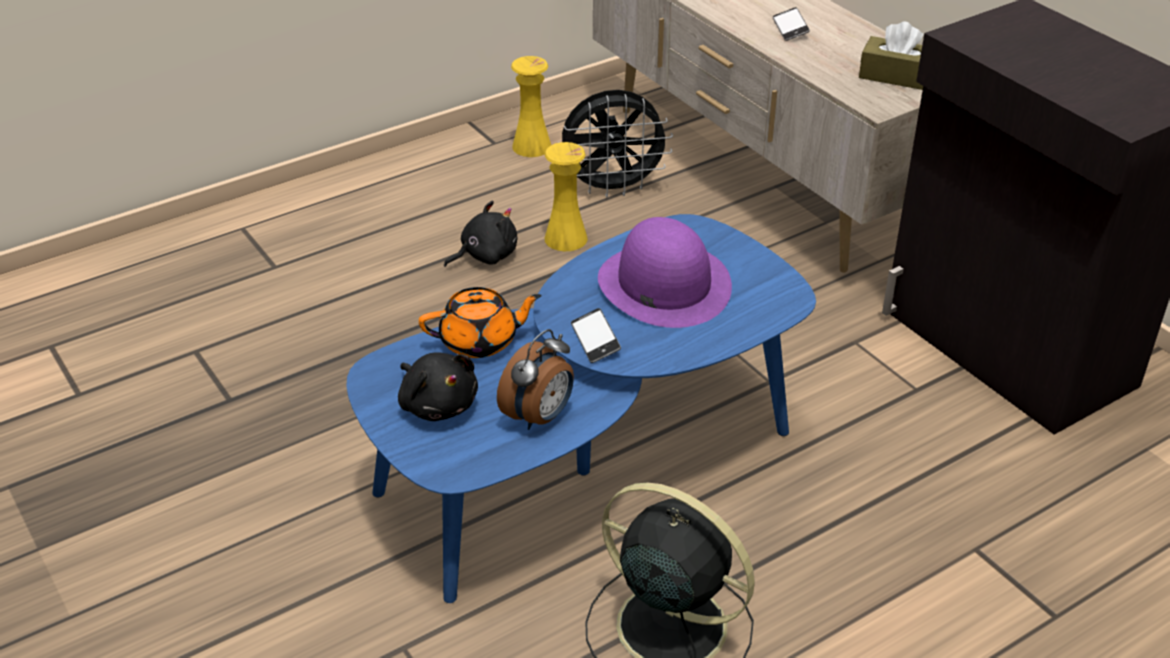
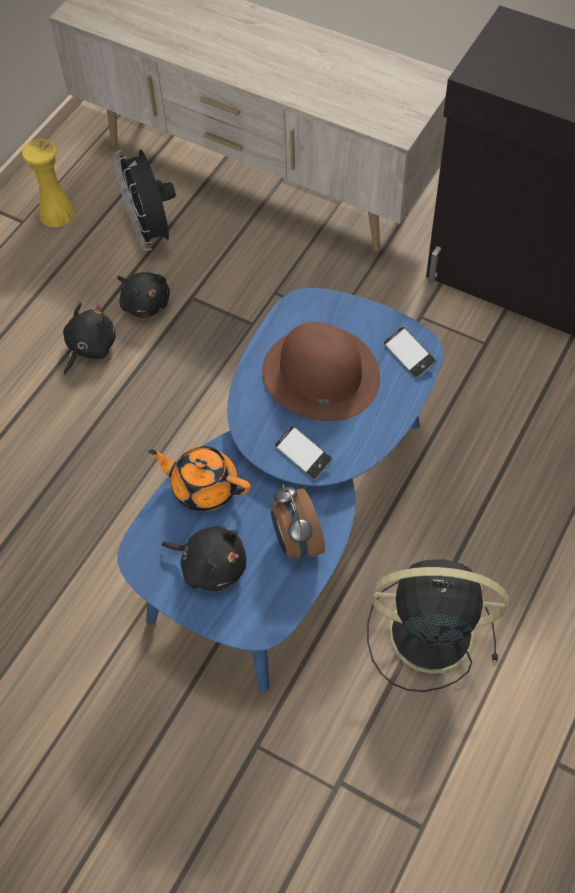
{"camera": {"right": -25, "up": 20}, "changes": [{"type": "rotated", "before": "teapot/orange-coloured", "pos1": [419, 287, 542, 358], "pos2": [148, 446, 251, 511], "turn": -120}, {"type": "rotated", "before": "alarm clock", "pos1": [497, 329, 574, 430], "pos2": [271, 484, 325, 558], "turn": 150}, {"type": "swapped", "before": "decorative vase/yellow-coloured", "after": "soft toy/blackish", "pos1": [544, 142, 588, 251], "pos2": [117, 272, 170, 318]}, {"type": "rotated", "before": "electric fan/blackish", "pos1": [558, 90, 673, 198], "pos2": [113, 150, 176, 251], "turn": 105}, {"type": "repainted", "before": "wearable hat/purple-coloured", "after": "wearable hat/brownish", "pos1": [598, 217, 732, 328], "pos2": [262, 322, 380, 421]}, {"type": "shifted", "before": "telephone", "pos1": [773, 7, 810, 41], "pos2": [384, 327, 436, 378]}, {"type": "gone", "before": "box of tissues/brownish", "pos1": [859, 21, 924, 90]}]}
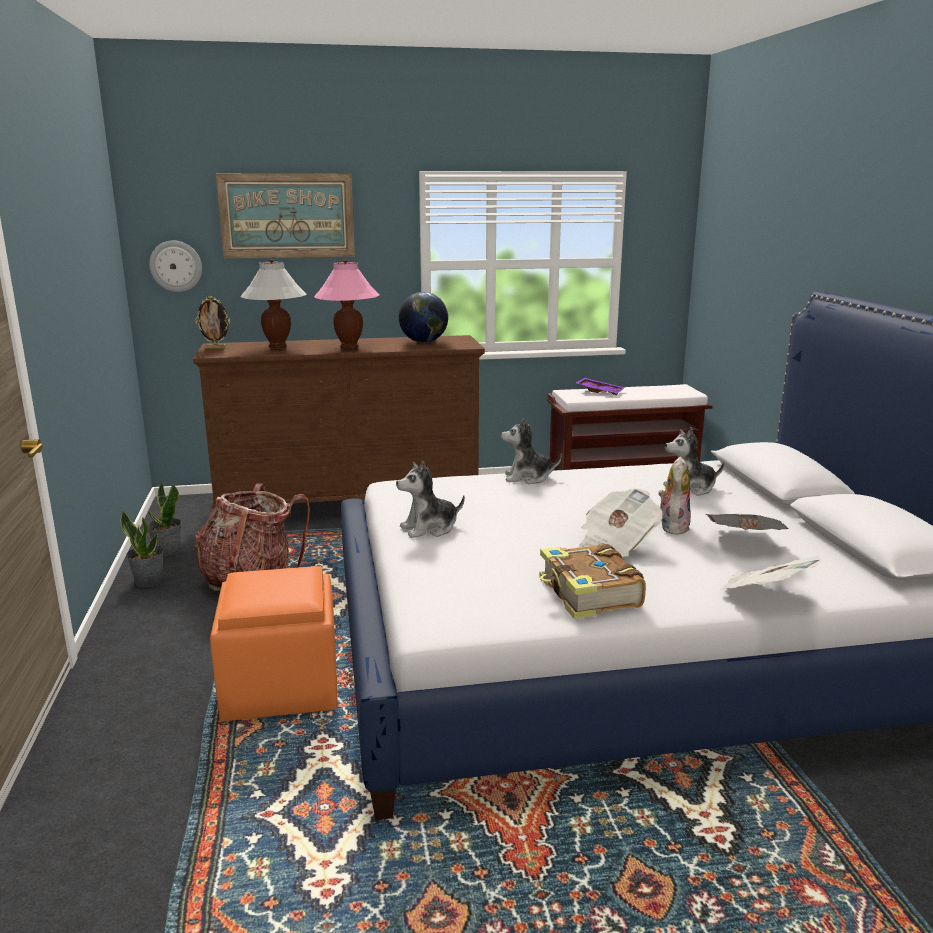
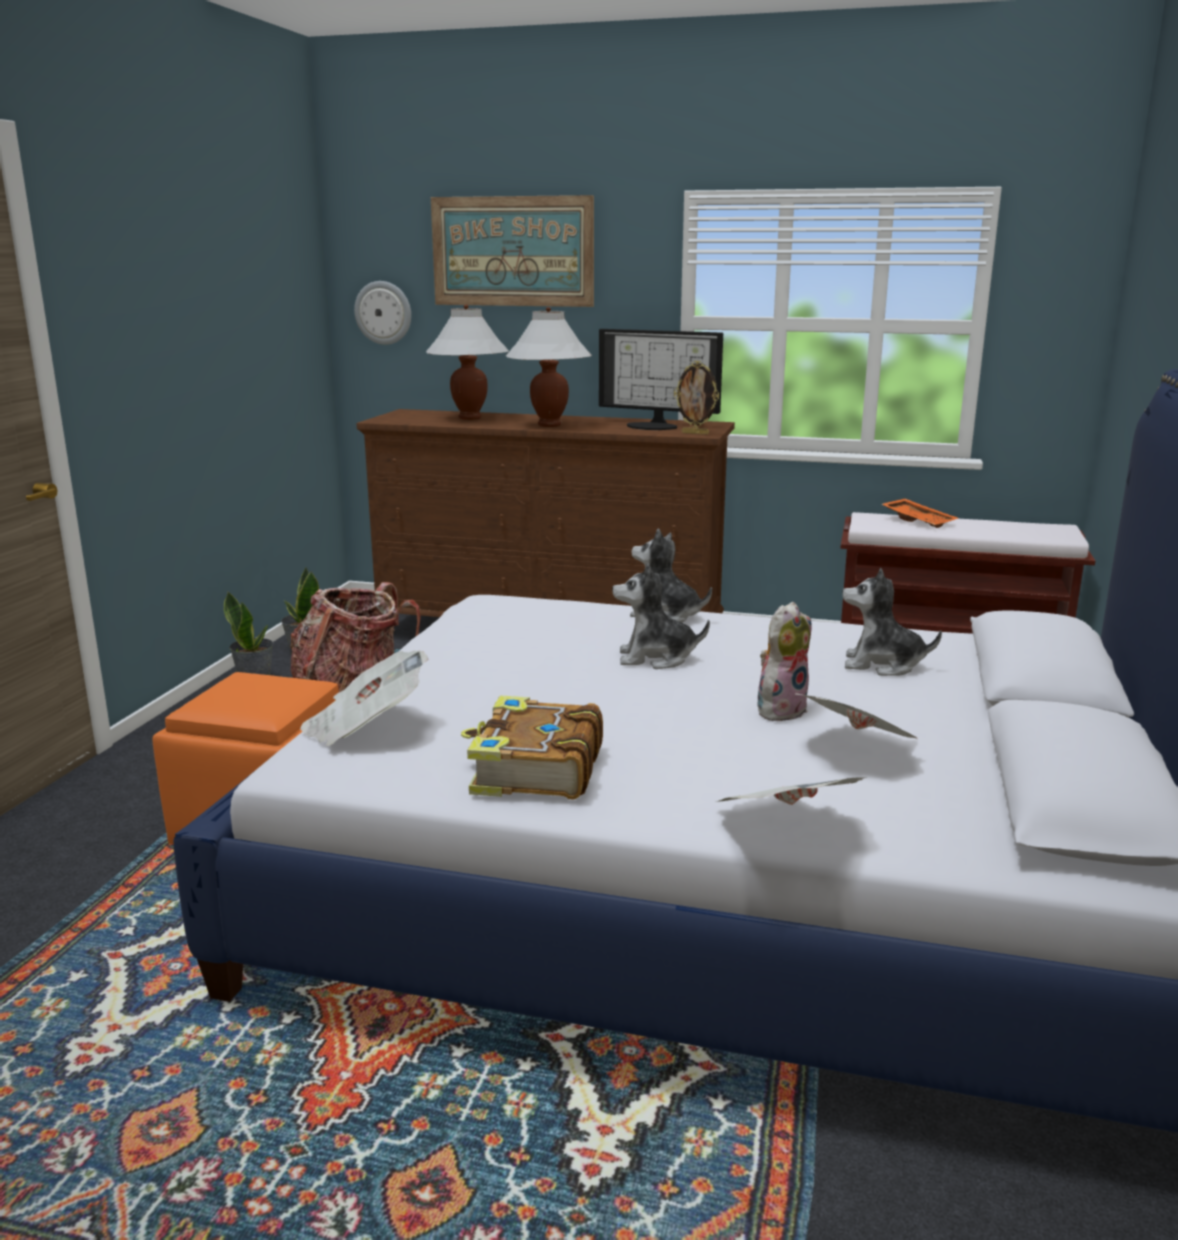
{"camera": {"right": 25, "up": 0}, "changes": [{"type": "shifted", "before": "photo frame", "pos1": [195, 296, 230, 349], "pos2": [674, 361, 719, 435]}, {"type": "repainted", "before": "table lamp/pink", "after": "table lamp/white-coloured", "pos1": [314, 260, 379, 350], "pos2": [506, 307, 592, 427]}, {"type": "shifted", "before": "soft toy", "pos1": [396, 461, 465, 538], "pos2": [612, 563, 710, 669]}, {"type": "swapped", "before": "desk globe", "after": "computer screen", "pos1": [399, 292, 448, 343], "pos2": [599, 329, 723, 430]}, {"type": "repainted", "before": "tray/purple-coloured", "after": "tray/orange-coloured", "pos1": [576, 378, 625, 395], "pos2": [882, 499, 958, 528]}, {"type": "shifted", "before": "daily paper", "pos1": [578, 489, 662, 557], "pos2": [300, 651, 428, 746]}]}
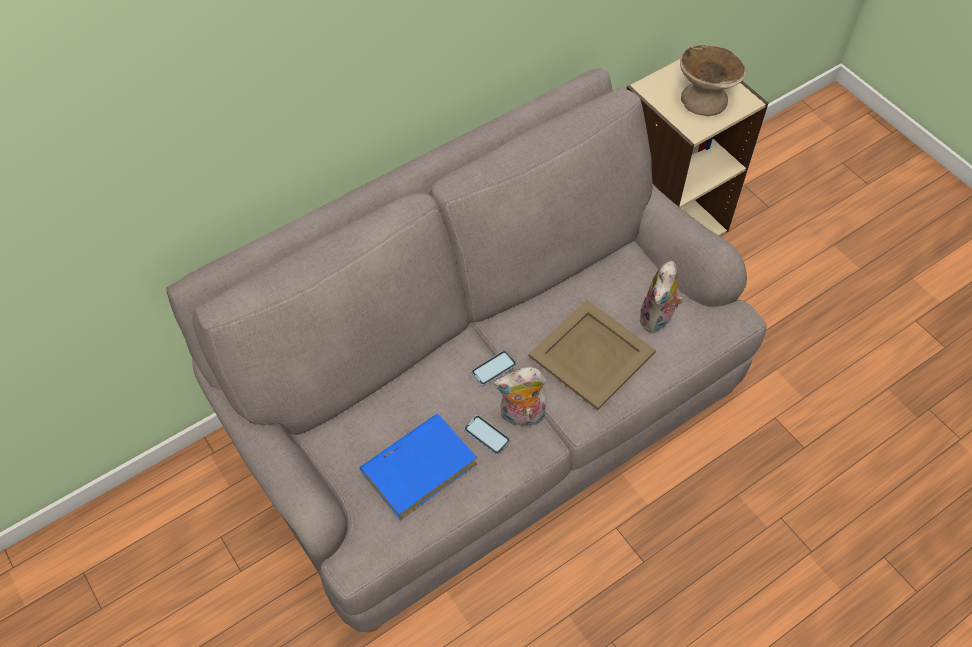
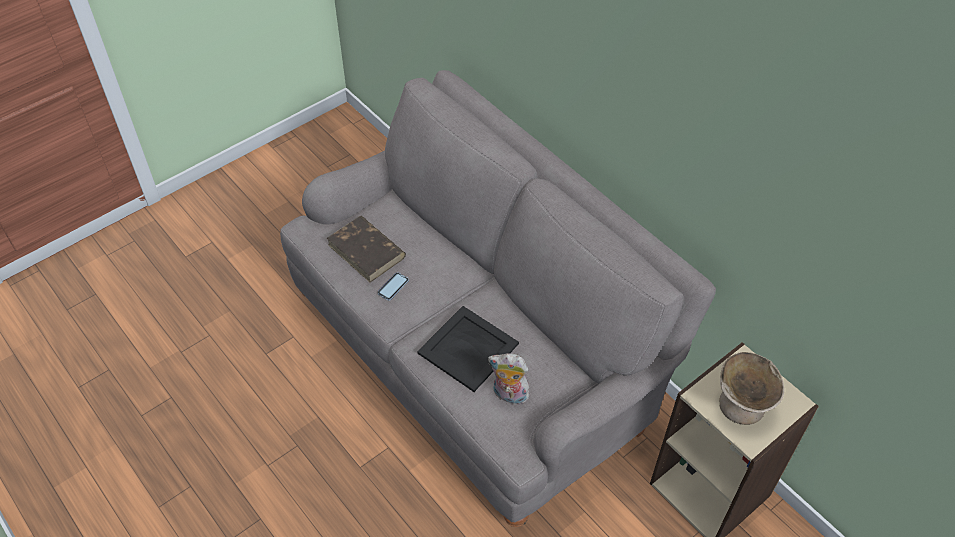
{"camera": {"right": 85, "up": -5}, "changes": [{"type": "repainted", "before": "bound book/blue-coloured", "after": "bound book/brownish", "pos1": [360, 414, 477, 521], "pos2": [327, 216, 406, 283]}, {"type": "gone", "before": "telephone", "pos1": [472, 351, 516, 386]}, {"type": "gone", "before": "soft toy", "pos1": [493, 367, 547, 430]}, {"type": "repainted", "before": "tray/sand-coloured", "after": "tray/blackish", "pos1": [529, 300, 656, 410], "pos2": [417, 306, 519, 392]}]}
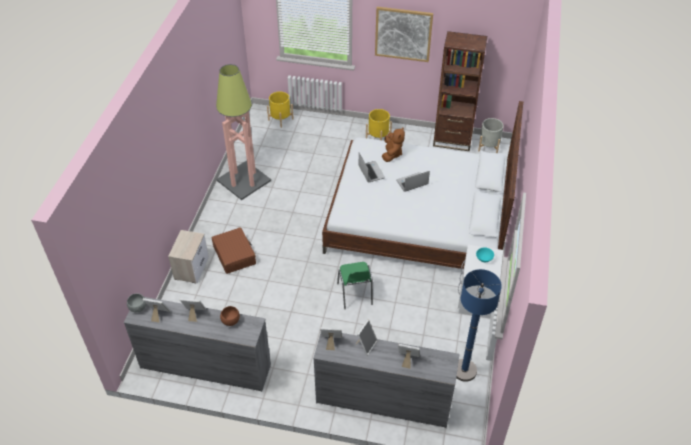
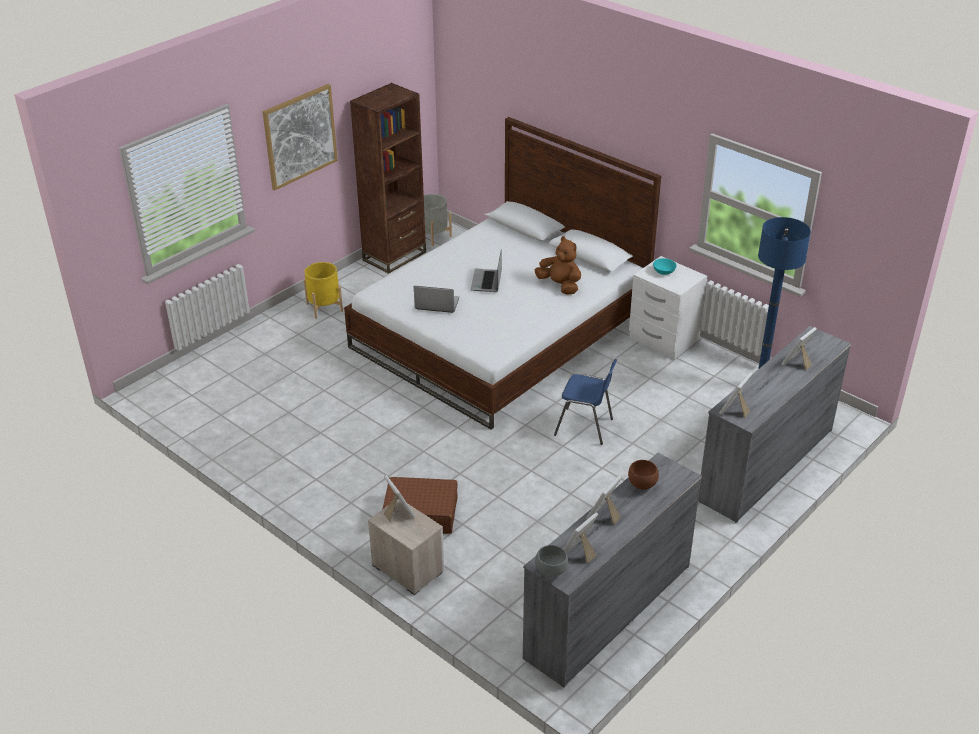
{"camera": {"right": -60, "up": -10}, "changes": [{"type": "gone", "before": "standing lamp", "pos1": [216, 64, 271, 200]}, {"type": "gone", "before": "flower pot/yellow-coloured", "pos1": [267, 91, 294, 128]}, {"type": "repainted", "before": "upright chair/green", "after": "upright chair/blue-coloured", "pos1": [337, 262, 373, 309], "pos2": [554, 359, 617, 445]}, {"type": "shifted", "before": "photo frame", "pos1": [355, 319, 377, 356], "pos2": [384, 475, 415, 522]}, {"type": "shifted", "before": "soft toy/brownish", "pos1": [382, 128, 405, 162], "pos2": [535, 236, 581, 295]}]}
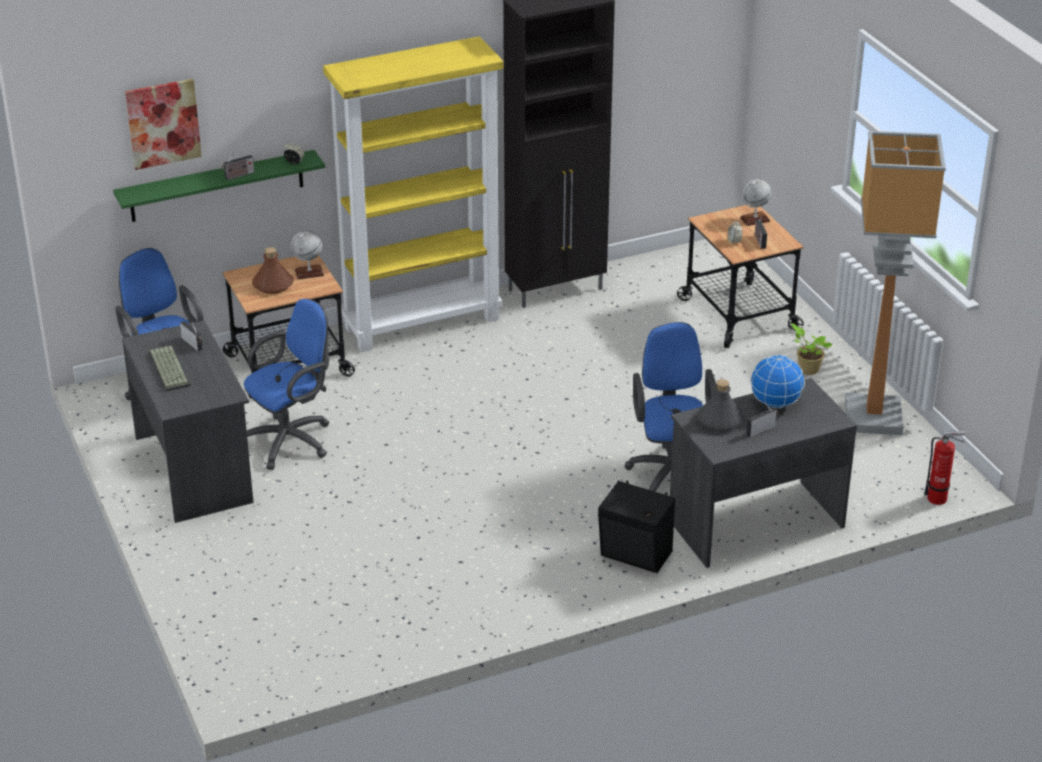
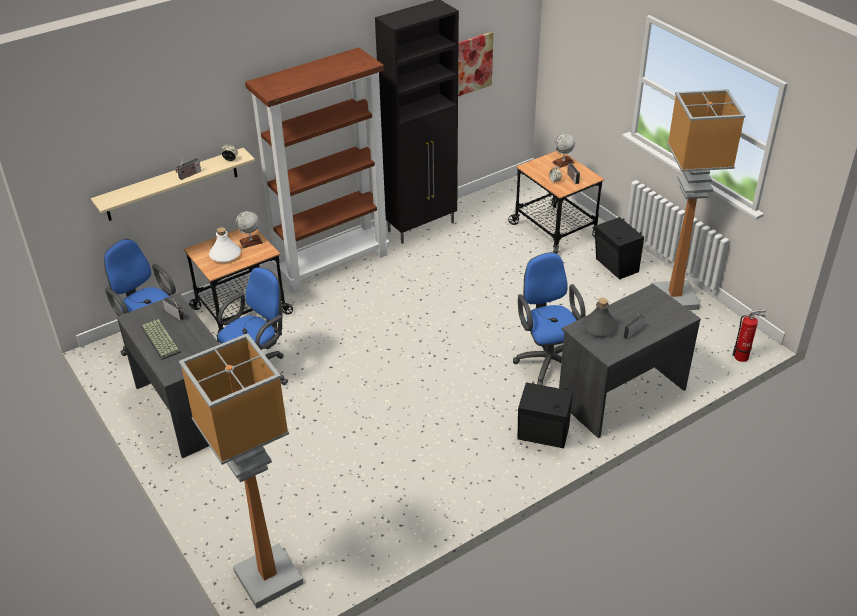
{"camera": {"right": -10, "up": 5}, "changes": [{"type": "repainted", "before": "shelf/green", "after": "shelf/sand-coloured", "pos1": [113, 150, 325, 222], "pos2": [91, 148, 255, 221]}, {"type": "shifted", "before": "wall art", "pos1": [125, 79, 202, 170], "pos2": [458, 32, 493, 96]}, {"type": "repainted", "before": "beverage bottle/brownish", "after": "beverage bottle/white-coloured", "pos1": [252, 247, 294, 294], "pos2": [209, 227, 241, 263]}, {"type": "repainted", "before": "bookcase/yellow-coloured", "after": "bookcase/brownish", "pos1": [323, 37, 504, 352], "pos2": [245, 47, 389, 293]}, {"type": "gone", "before": "desk globe", "pos1": [750, 355, 805, 408]}, {"type": "swapped", "before": "potted plant", "after": "speaker/blackish", "pos1": [791, 323, 833, 375], "pos2": [595, 217, 644, 279]}, {"type": "new", "after": "standing lamp", "pos2": [179, 333, 303, 609]}]}
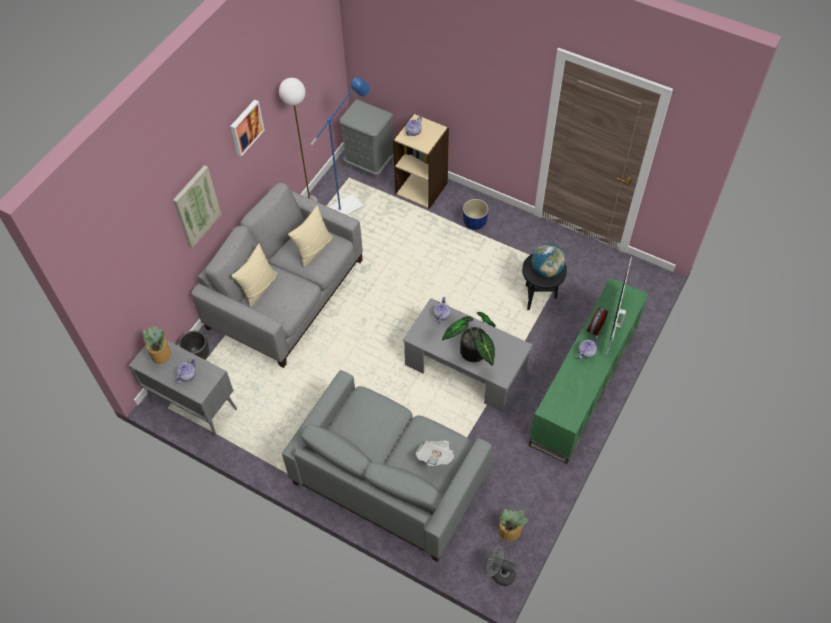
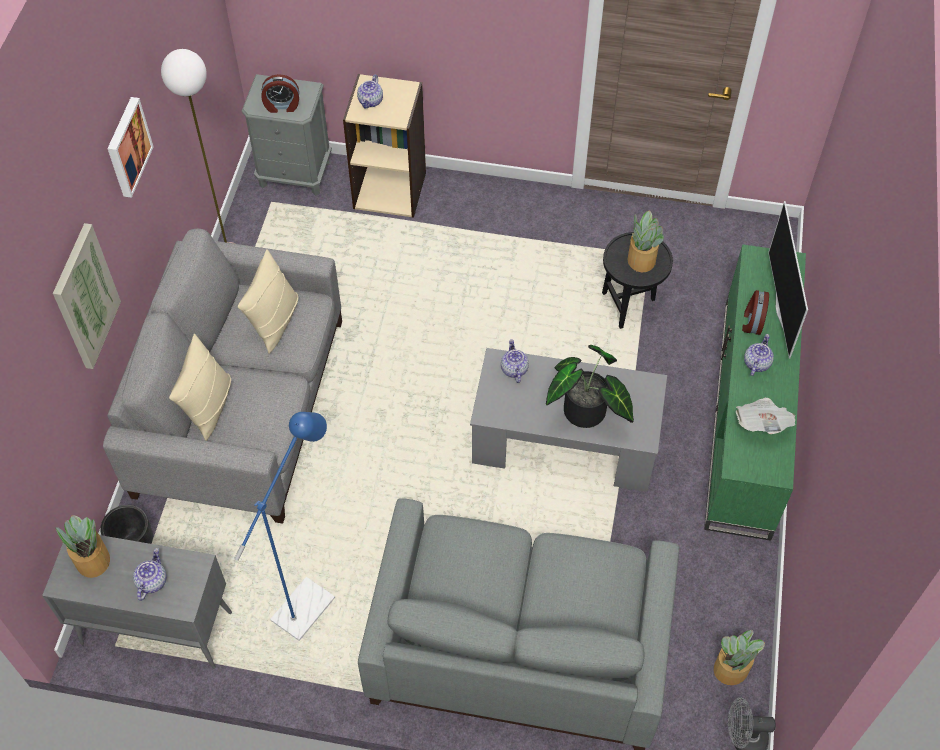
{"camera": {"right": -20, "up": 0}, "changes": [{"type": "shifted", "before": "standing lamp/blue-coloured", "pos1": [311, 77, 370, 215], "pos2": [234, 412, 335, 641]}, {"type": "shifted", "before": "daily paper", "pos1": [416, 440, 455, 466], "pos2": [736, 398, 796, 434]}, {"type": "gone", "before": "flower pot/blue-coloured", "pos1": [463, 199, 489, 230]}, {"type": "swapped", "before": "desk globe", "after": "potted plant", "pos1": [532, 244, 566, 277], "pos2": [627, 211, 664, 272]}, {"type": "new", "after": "alarm clock", "pos2": [261, 74, 299, 113]}]}
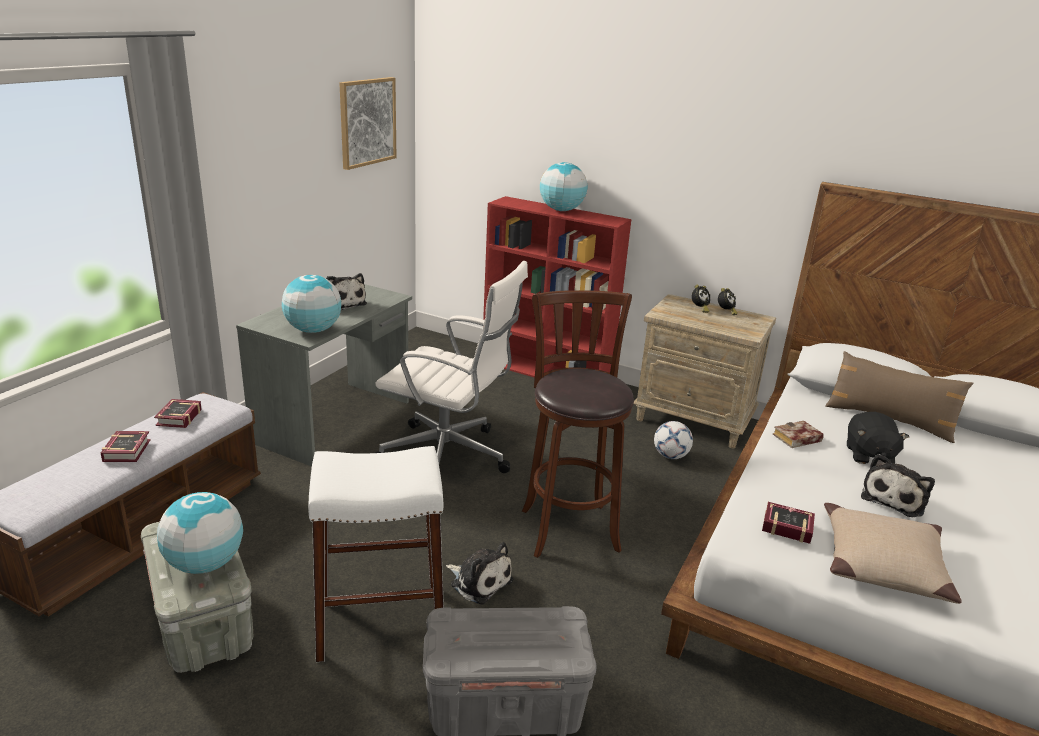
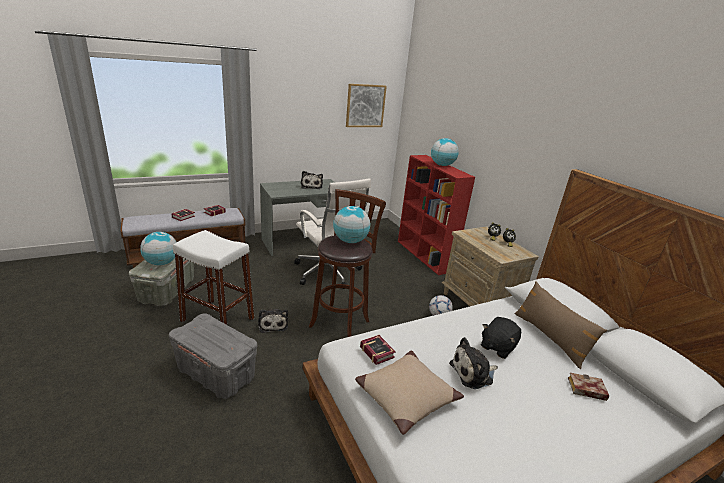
{"camera": {"right": 35, "up": 0}, "changes": [{"type": "shifted", "before": "desk globe", "pos1": [282, 275, 341, 333], "pos2": [333, 206, 370, 243]}, {"type": "shifted", "before": "bound book", "pos1": [773, 421, 824, 448], "pos2": [568, 373, 609, 401]}]}
